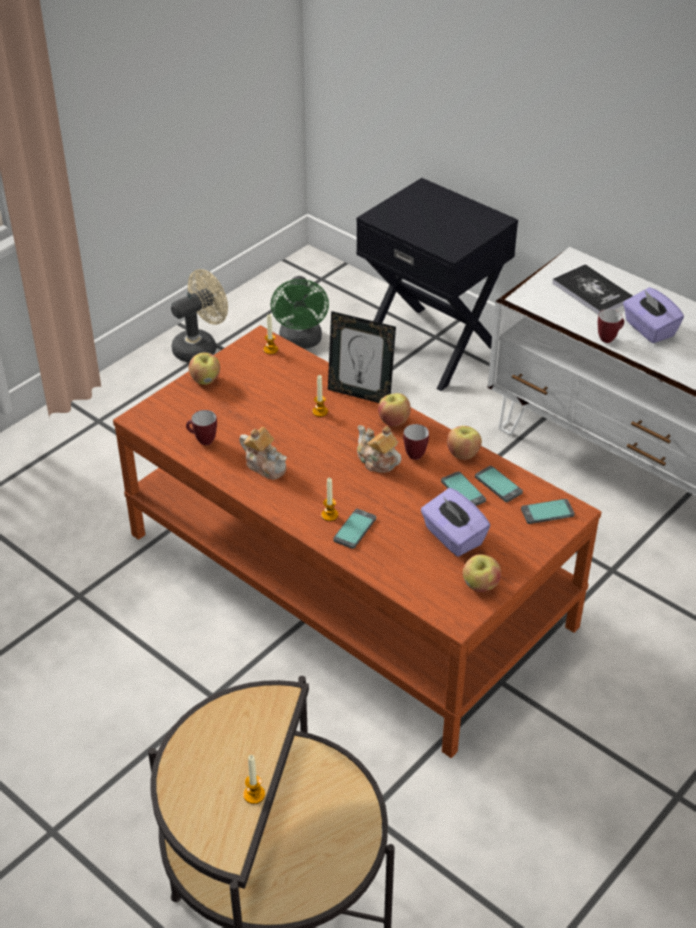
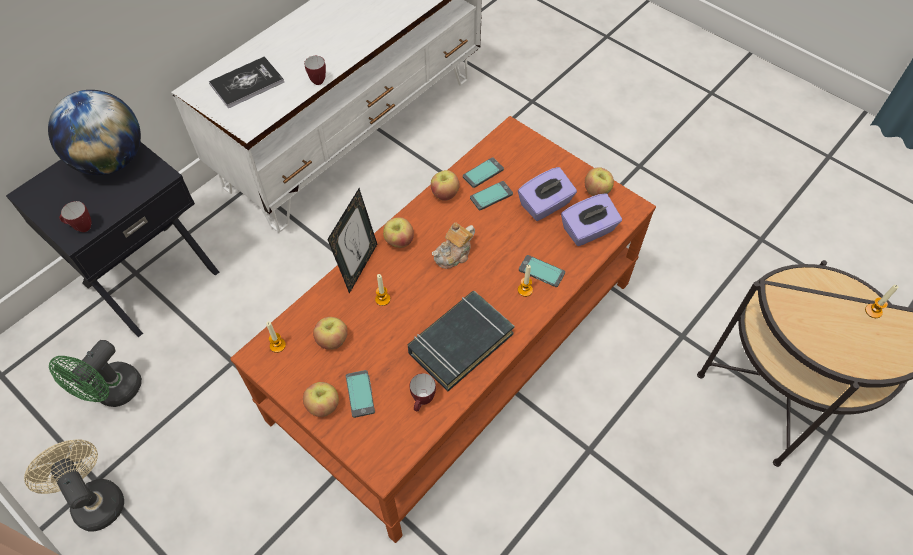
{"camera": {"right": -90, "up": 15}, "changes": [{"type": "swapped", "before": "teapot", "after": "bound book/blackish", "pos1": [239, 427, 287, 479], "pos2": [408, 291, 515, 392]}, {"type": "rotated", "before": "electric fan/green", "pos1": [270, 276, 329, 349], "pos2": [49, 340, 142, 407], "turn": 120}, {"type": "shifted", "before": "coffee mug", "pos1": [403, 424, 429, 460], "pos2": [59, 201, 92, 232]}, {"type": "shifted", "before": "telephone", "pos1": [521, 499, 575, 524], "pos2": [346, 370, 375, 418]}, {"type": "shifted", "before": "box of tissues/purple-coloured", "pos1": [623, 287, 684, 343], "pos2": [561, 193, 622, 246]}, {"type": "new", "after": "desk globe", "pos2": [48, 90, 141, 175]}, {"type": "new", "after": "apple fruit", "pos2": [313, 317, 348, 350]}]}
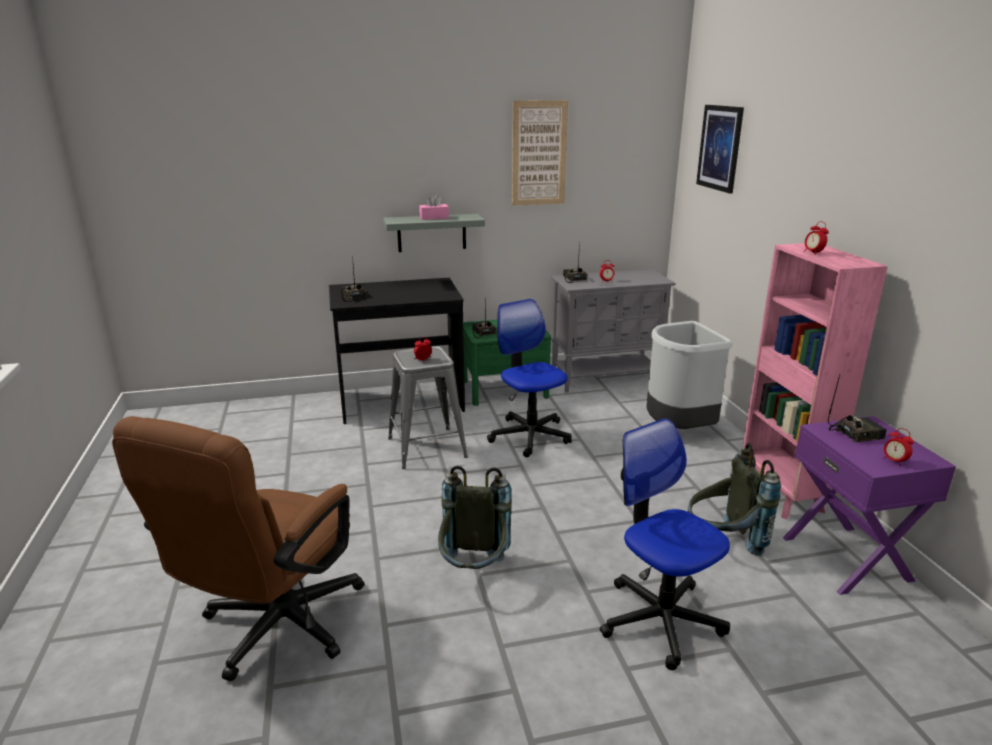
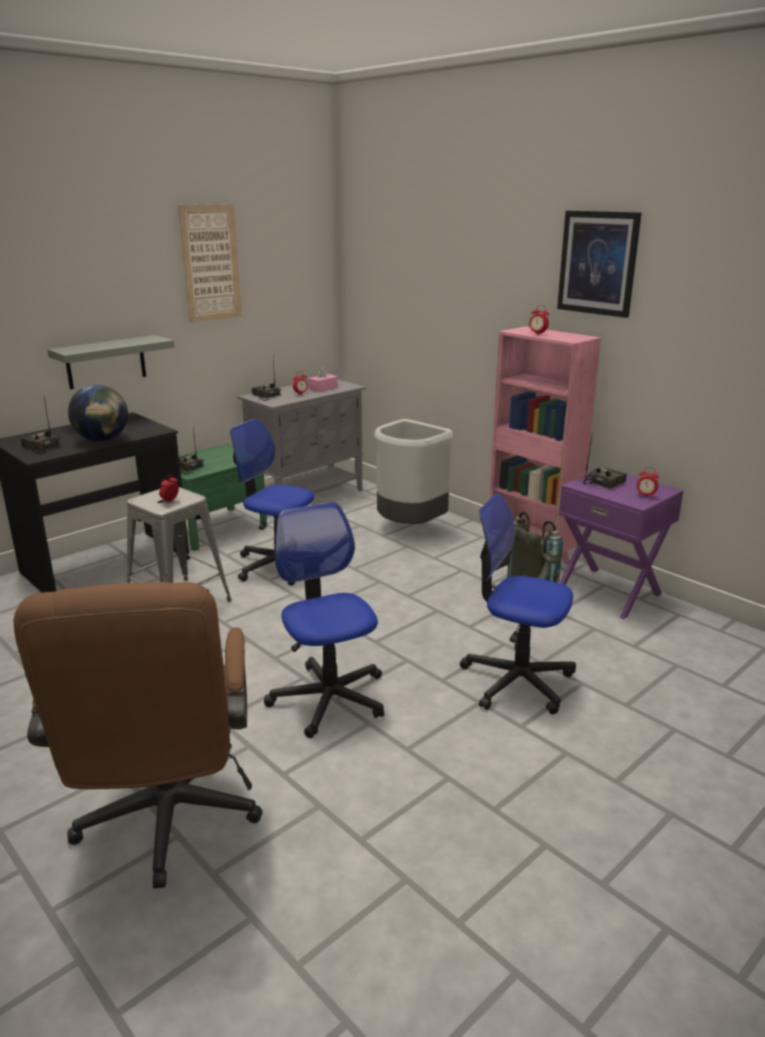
{"camera": {"right": -30, "up": 0}, "changes": [{"type": "shifted", "before": "box of tissues/pink", "pos1": [419, 194, 449, 220], "pos2": [308, 366, 338, 392]}, {"type": "swapped", "before": "backpack/grey", "after": "office chair", "pos1": [438, 466, 511, 569], "pos2": [264, 502, 384, 738]}, {"type": "shifted", "before": "wall art", "pos1": [696, 105, 744, 193], "pos2": [557, 211, 641, 318]}, {"type": "new", "after": "desk globe", "pos2": [68, 385, 128, 441]}]}
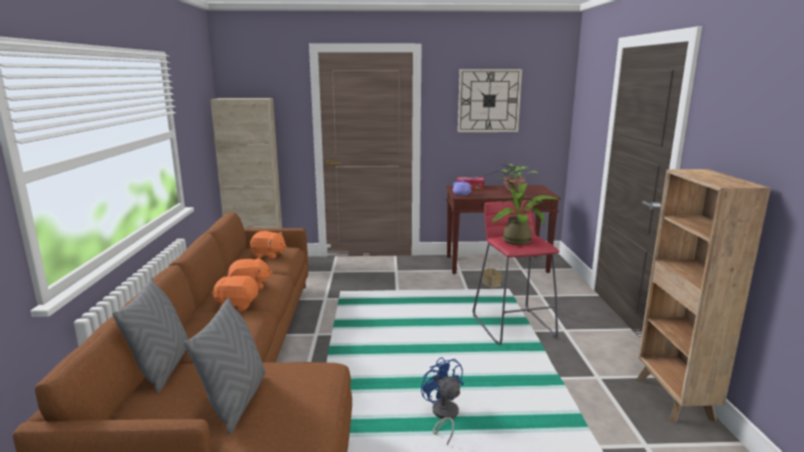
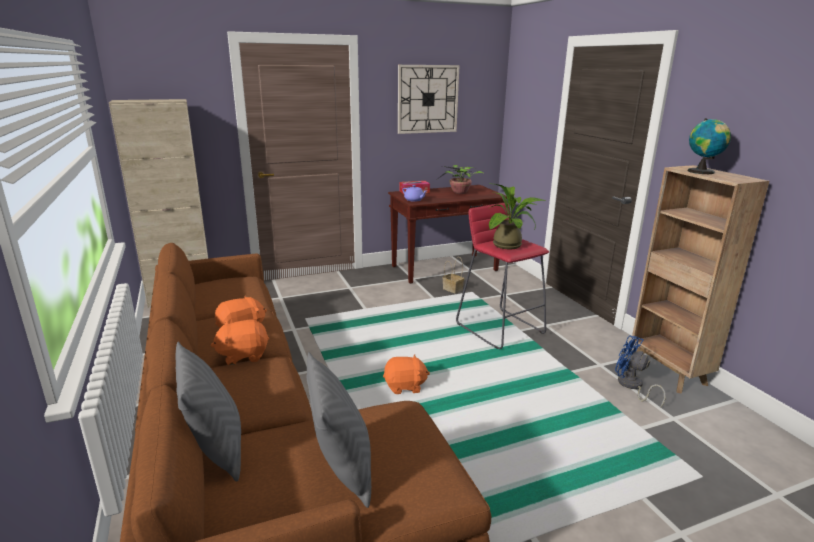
{"camera": {"right": -20, "up": 5}, "changes": [{"type": "shifted", "before": "soft toy/orange-coloured", "pos1": [250, 231, 286, 259], "pos2": [383, 354, 430, 394]}, {"type": "shifted", "before": "electric fan/blue-coloured", "pos1": [421, 357, 464, 445], "pos2": [615, 335, 666, 408]}, {"type": "new", "after": "desk globe", "pos2": [688, 118, 731, 174]}]}
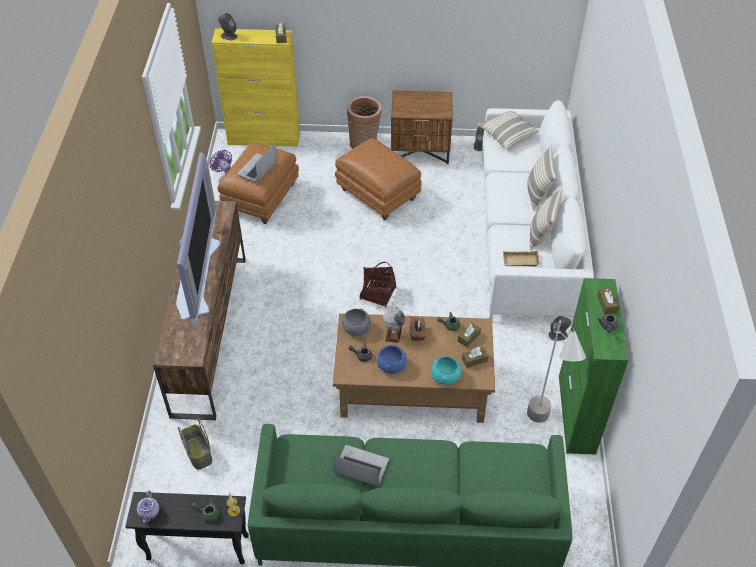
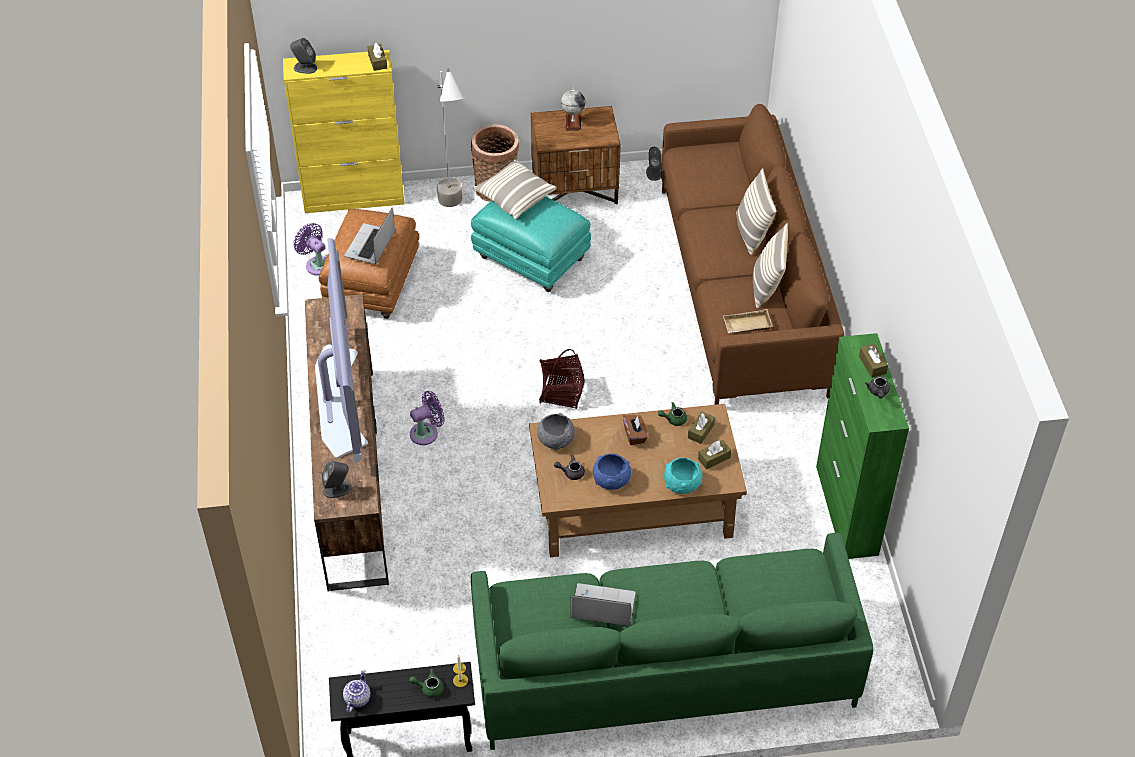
{"camera": {"right": -10, "up": 0}, "changes": [{"type": "rotated", "before": "teapot", "pos1": [137, 490, 159, 523], "pos2": [343, 670, 371, 713], "turn": -150}, {"type": "gone", "before": "household basket", "pos1": [178, 418, 212, 470]}, {"type": "repainted", "before": "pouffe/brownish", "after": "pouffe/turquoise-coloured", "pos1": [335, 138, 422, 220], "pos2": [471, 196, 591, 292]}, {"type": "shifted", "before": "desk globe", "pos1": [383, 306, 405, 343], "pos2": [561, 87, 586, 131]}, {"type": "shifted", "before": "pillow", "pos1": [478, 111, 539, 149], "pos2": [472, 160, 557, 219]}, {"type": "repainted", "before": "couch/white-coloured", "after": "couch/brownish", "pos1": [482, 100, 594, 319], "pos2": [661, 104, 844, 405]}, {"type": "shifted", "before": "standing lamp/grey", "pos1": [527, 321, 586, 423], "pos2": [437, 68, 466, 207]}, {"type": "shifted", "before": "speaker/grey", "pos1": [549, 316, 571, 341], "pos2": [322, 461, 351, 498]}, {"type": "new", "after": "electric fan/purple-coloured", "pos2": [410, 391, 445, 445]}]}
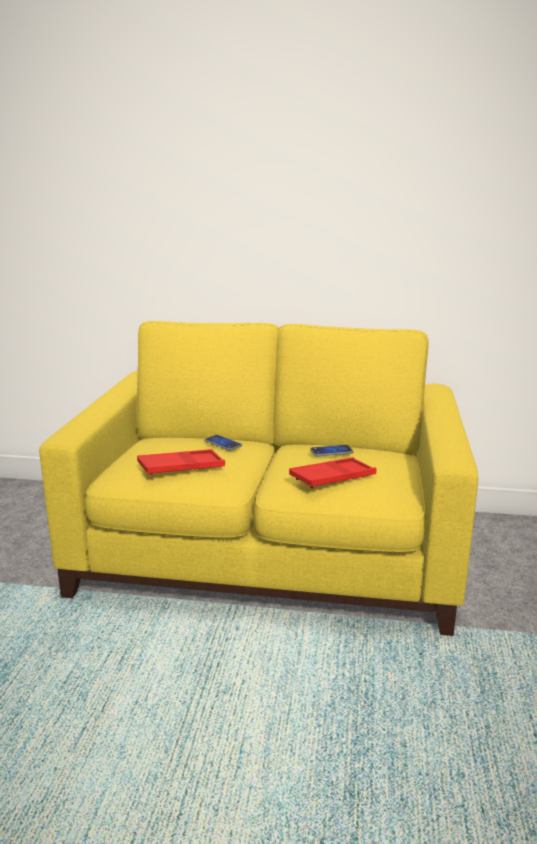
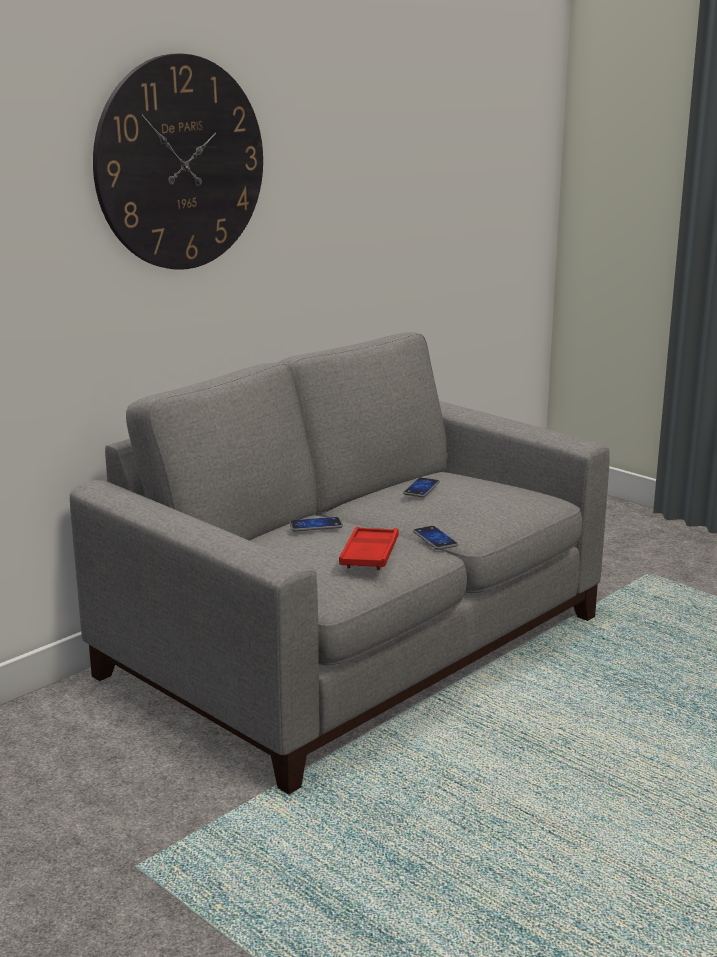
{"camera": {"right": -55, "up": 0}, "changes": [{"type": "repainted", "before": "couch/yellow-coloured", "after": "couch/grey", "pos1": [39, 321, 478, 636], "pos2": [70, 332, 610, 795]}, {"type": "gone", "before": "tray/red", "pos1": [289, 457, 377, 489]}, {"type": "new", "after": "clock on the wall", "pos2": [93, 54, 263, 270]}, {"type": "new", "after": "telephone", "pos2": [413, 526, 458, 550]}]}
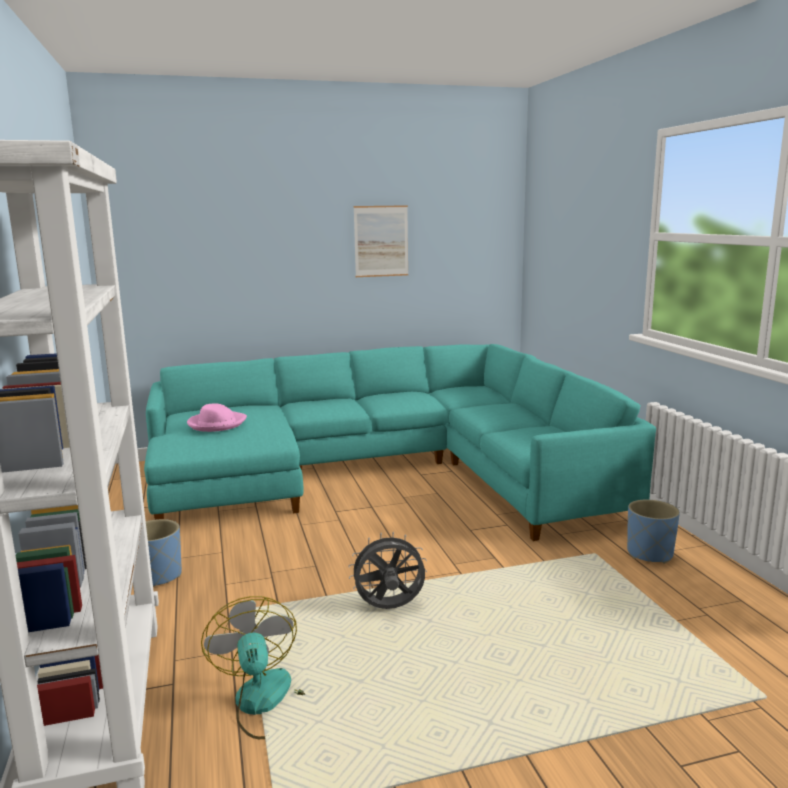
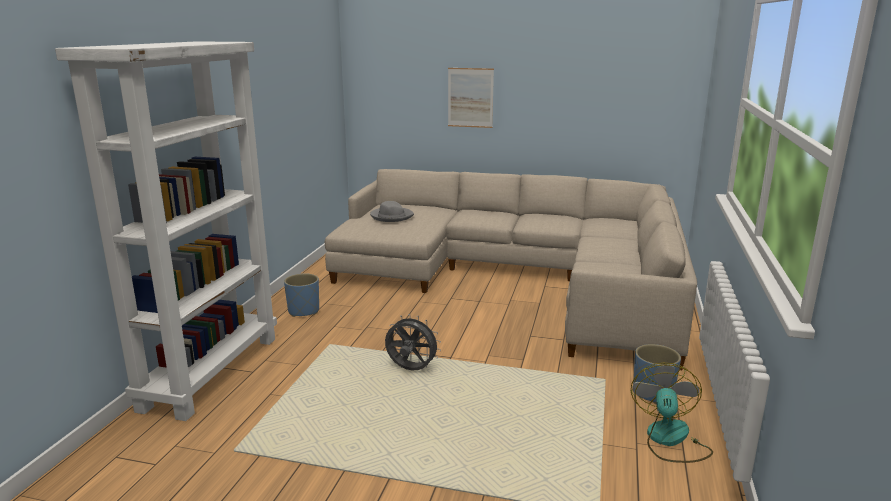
{"camera": {"right": 30, "up": 5}, "changes": [{"type": "repainted", "before": "couch/turquoise-coloured", "after": "couch/sand-coloured", "pos1": [144, 344, 656, 541], "pos2": [325, 169, 697, 370]}, {"type": "repainted", "before": "wearable hat/pink", "after": "wearable hat/grey", "pos1": [187, 403, 247, 432], "pos2": [370, 201, 414, 222]}, {"type": "shifted", "before": "electric fan", "pos1": [201, 596, 305, 739], "pos2": [631, 363, 713, 463]}, {"type": "shifted", "before": "wall art", "pos1": [354, 205, 408, 277], "pos2": [448, 68, 494, 128]}]}
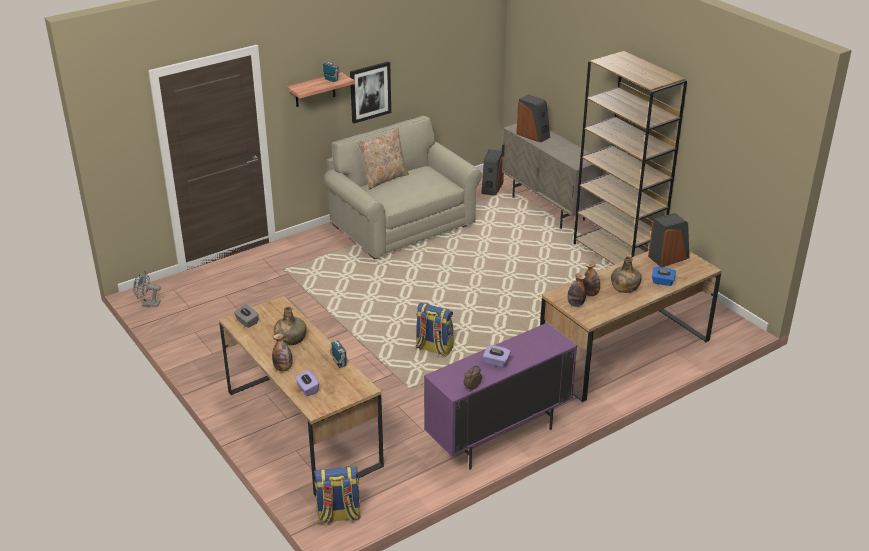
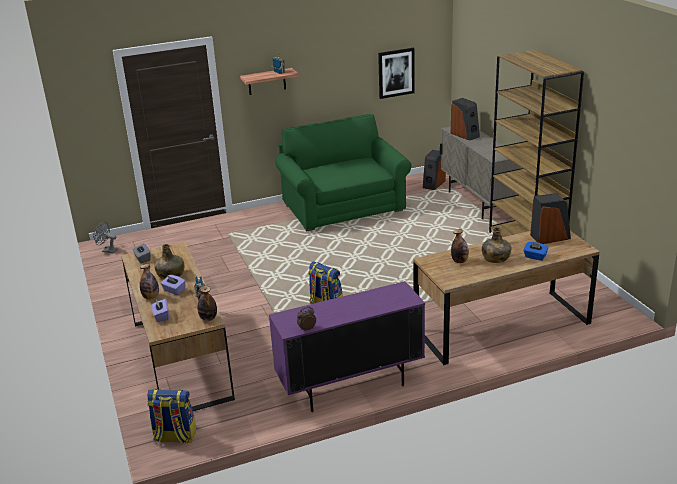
{"camera": {"right": 15, "up": -5}, "changes": [{"type": "repainted", "before": "couch/sand-coloured", "after": "couch/green", "pos1": [324, 116, 482, 259], "pos2": [275, 114, 411, 231]}, {"type": "shifted", "before": "wall art", "pos1": [350, 61, 391, 123], "pos2": [378, 48, 415, 99]}, {"type": "gone", "before": "pillow/sand-coloured", "pos1": [357, 128, 409, 190]}, {"type": "shifted", "before": "box of tissues/purple-coloured", "pos1": [483, 345, 511, 368], "pos2": [161, 275, 186, 295]}, {"type": "shifted", "before": "beverage bottle", "pos1": [567, 273, 586, 307], "pos2": [197, 286, 217, 321]}]}
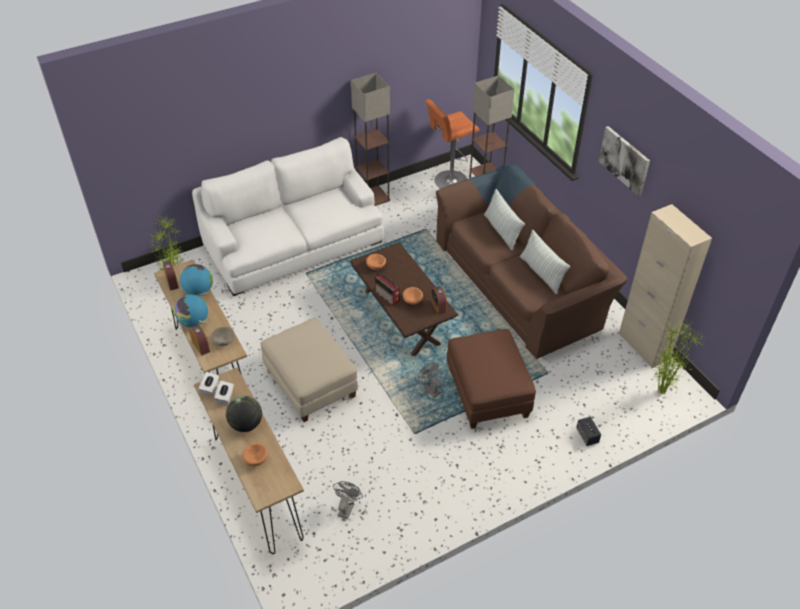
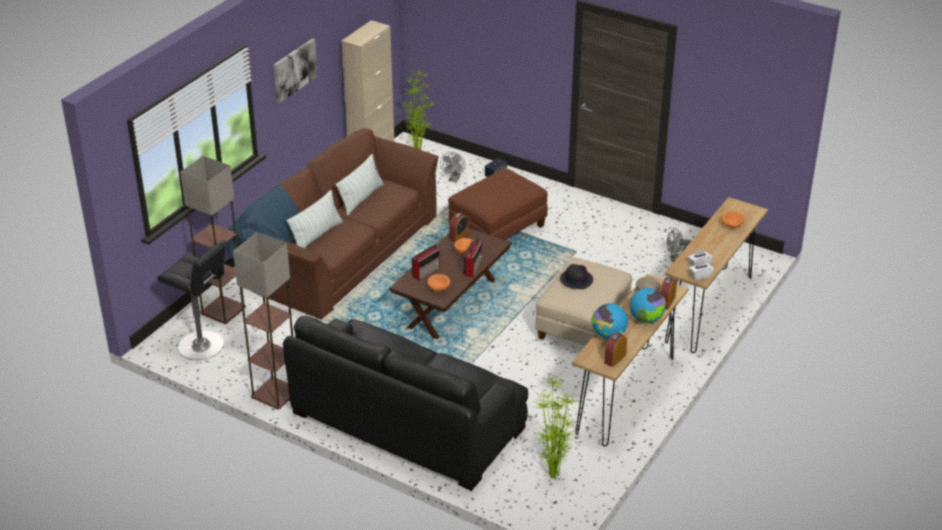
{"camera": {"right": -120, "up": -10}, "changes": [{"type": "repainted", "before": "couch/white-coloured", "after": "couch/blackish", "pos1": [192, 137, 384, 296], "pos2": [283, 316, 528, 491]}, {"type": "gone", "before": "desk globe", "pos1": [226, 395, 262, 432]}, {"type": "shifted", "before": "electric fan/grey", "pos1": [418, 363, 442, 398], "pos2": [440, 152, 465, 182]}, {"type": "repainted", "before": "stool/orange-coloured", "after": "stool/blackish", "pos1": [425, 99, 479, 189], "pos2": [157, 240, 227, 360]}, {"type": "new", "after": "radio receiver", "pos2": [412, 244, 440, 281]}, {"type": "new", "after": "wearable hat/blackish", "pos2": [560, 264, 593, 289]}]}
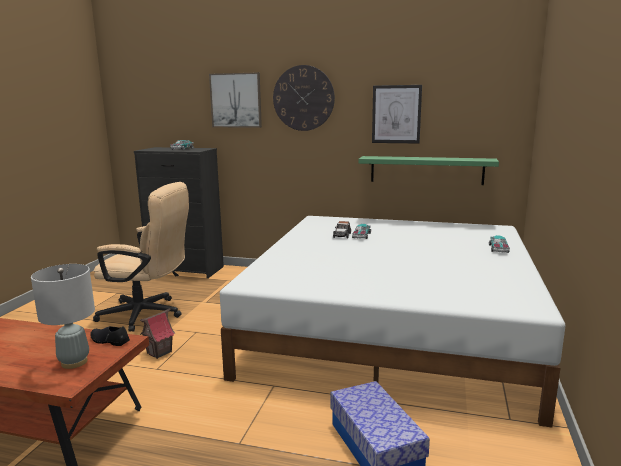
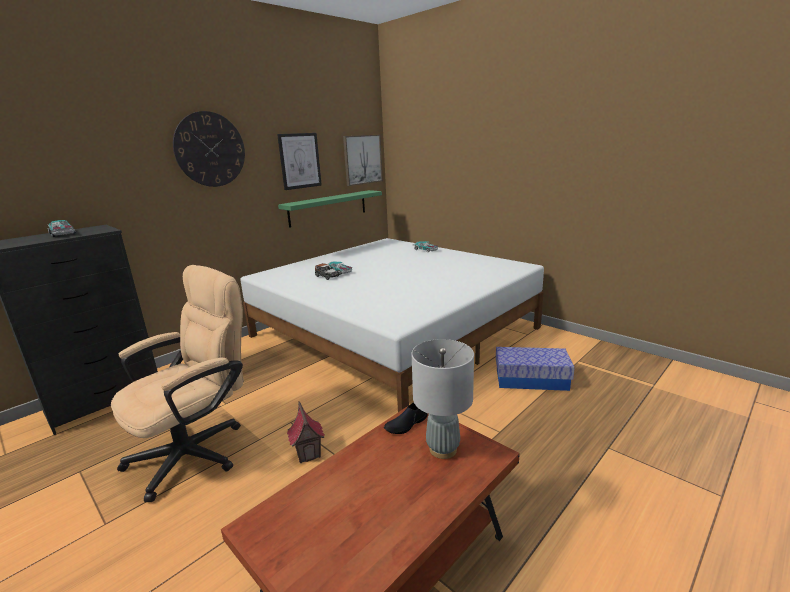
{"camera": {"right": -60, "up": 5}, "changes": [{"type": "shifted", "before": "wall art", "pos1": [209, 73, 262, 128], "pos2": [343, 135, 383, 186]}]}
